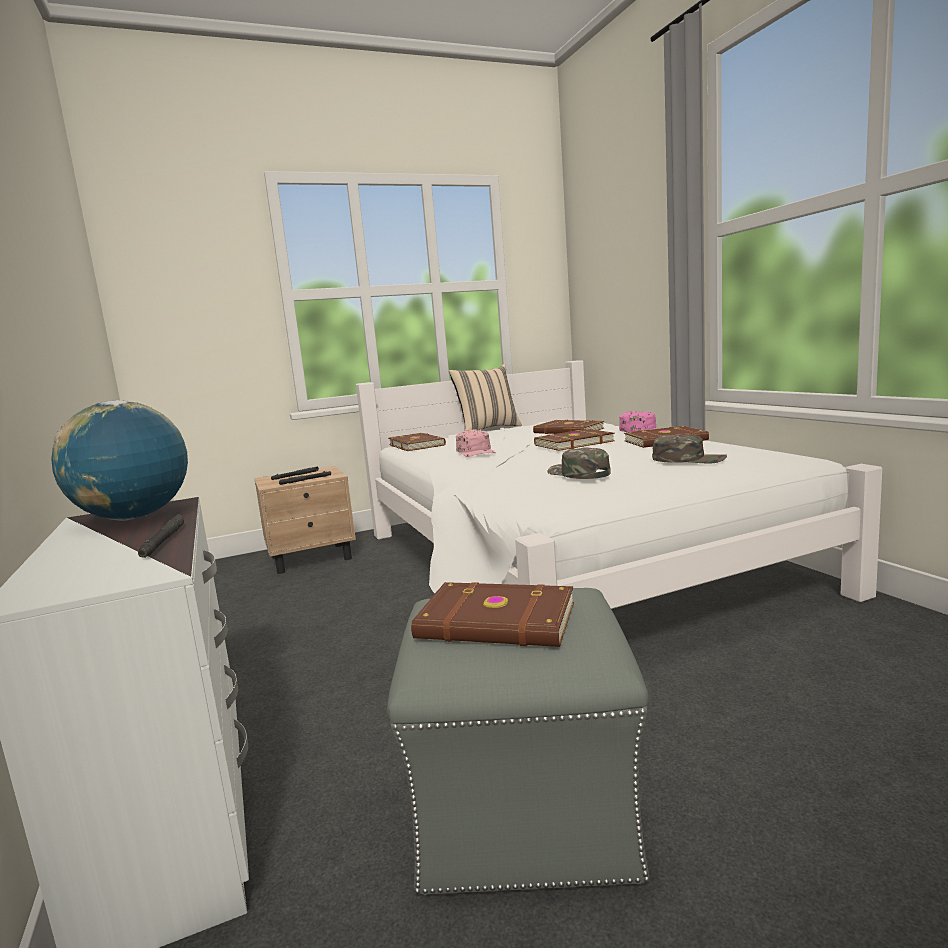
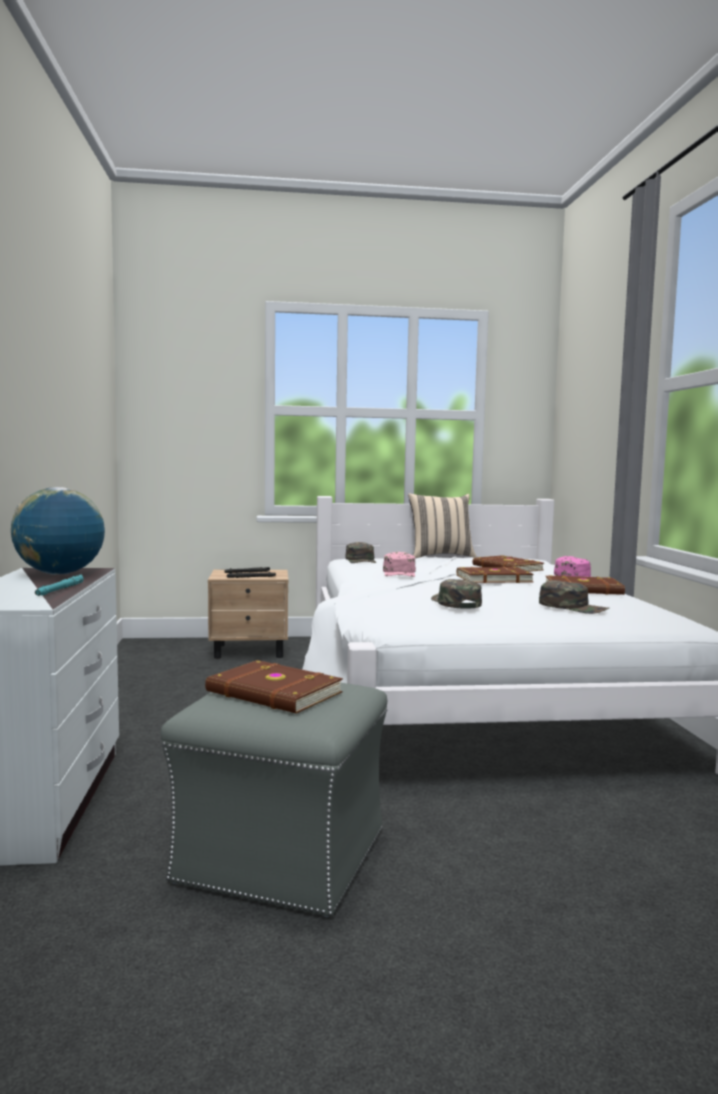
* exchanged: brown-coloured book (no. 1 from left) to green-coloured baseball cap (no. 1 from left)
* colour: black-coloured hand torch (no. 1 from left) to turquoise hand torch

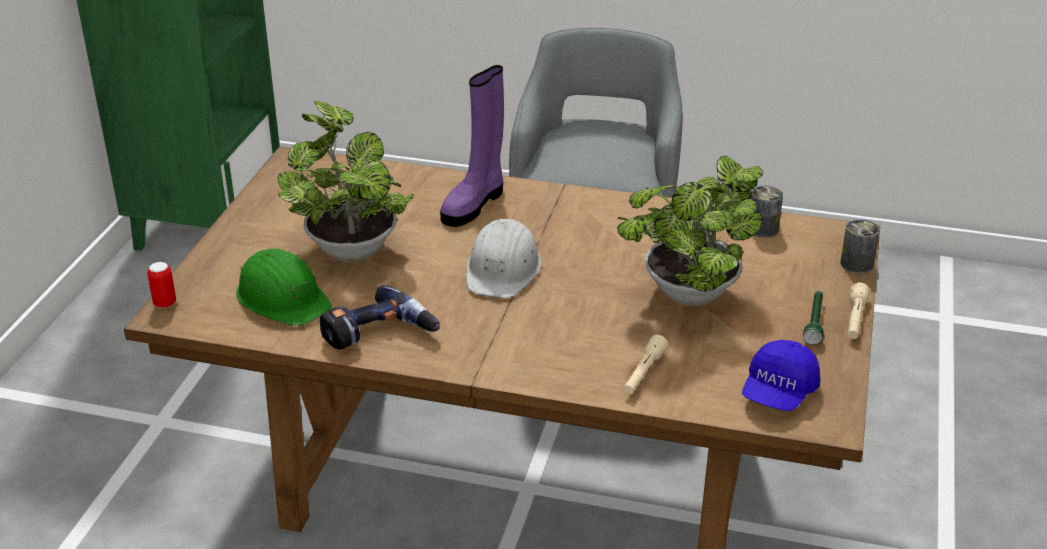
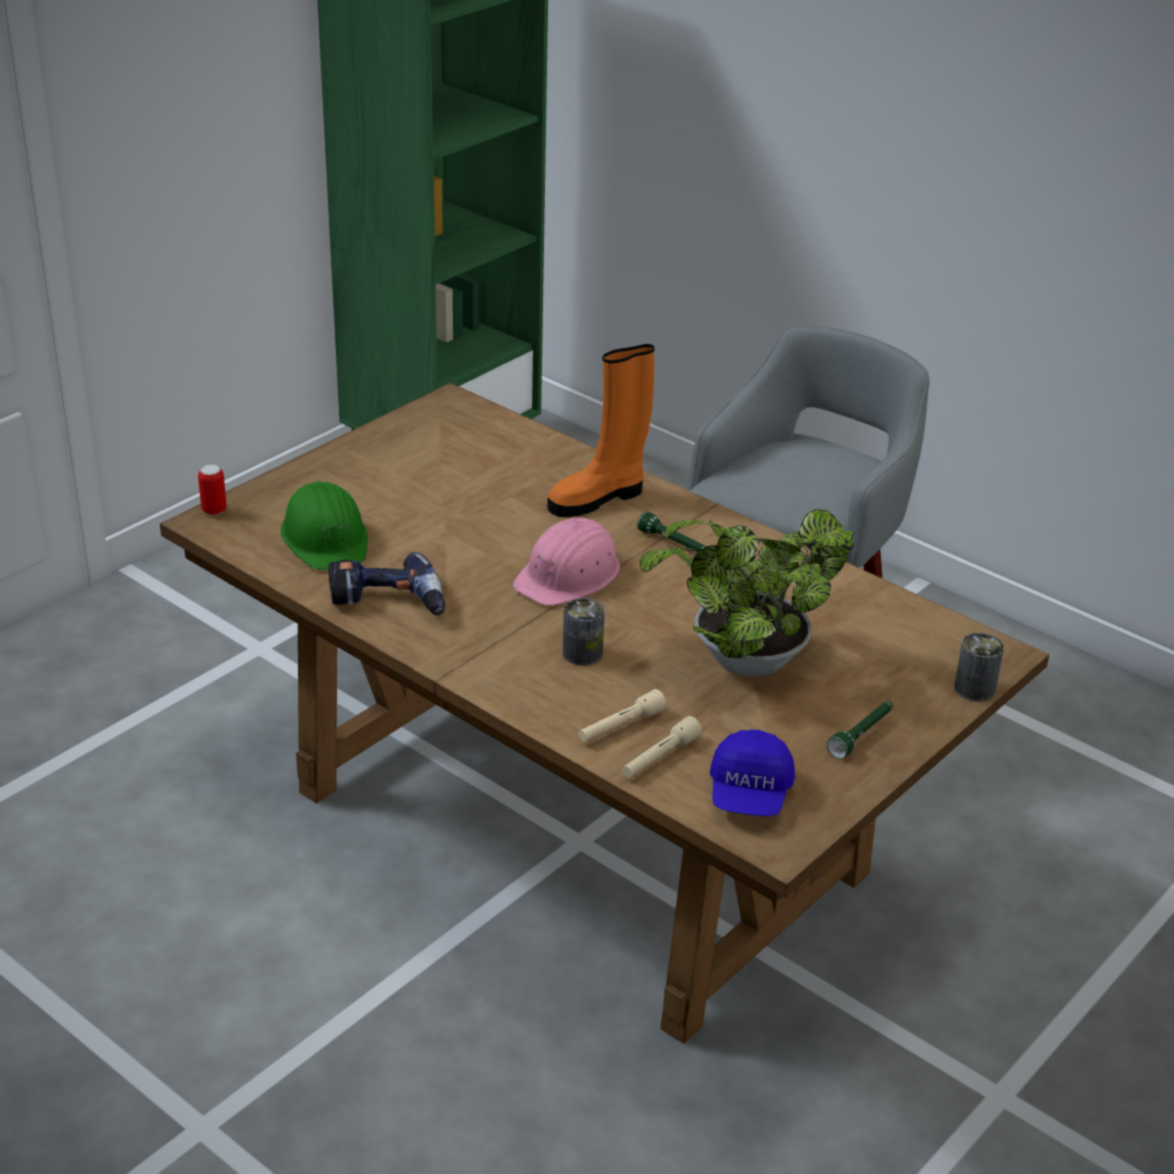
* missing: houseplant (no. 1 from left)
* appeared: green-coloured hand torch (no. 1 from left)
* relocated: metal can (no. 2 from left)
* relocated: beige-coloured hand torch (no. 2 from left)
* colour: purple tall boot to orangey tall boot
* colour: whitish safety helmet to pink-coloured safety helmet
* spun: blue baseball cap 45 degrees counterclockwise

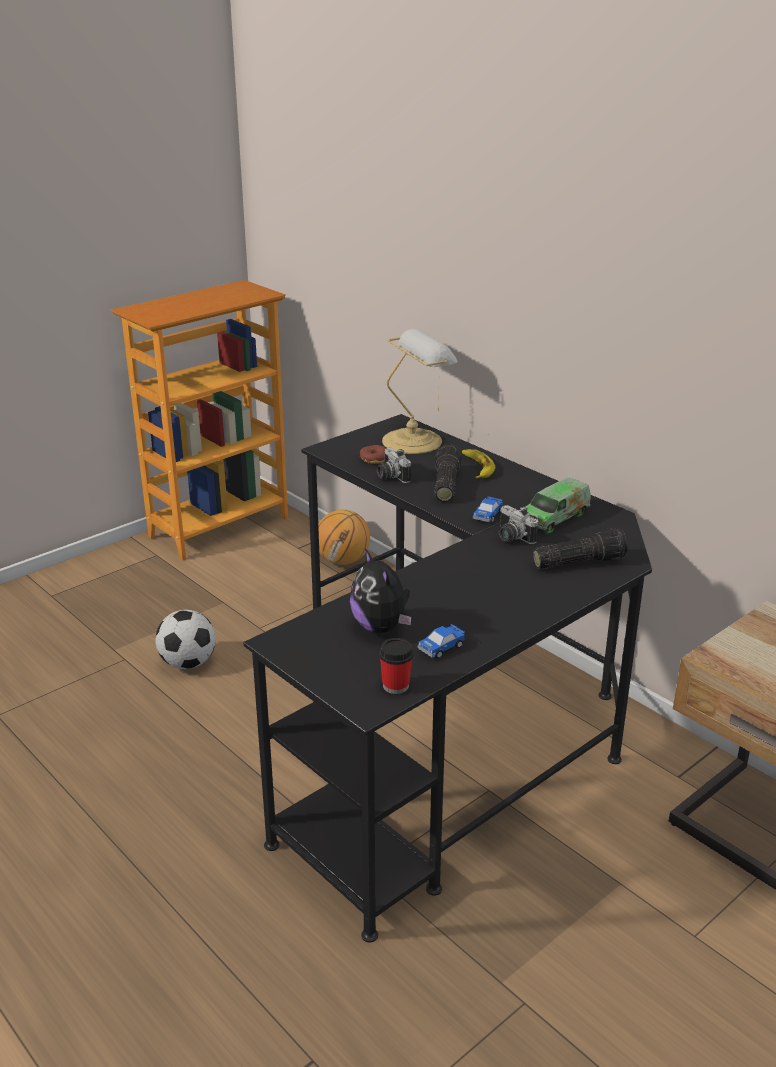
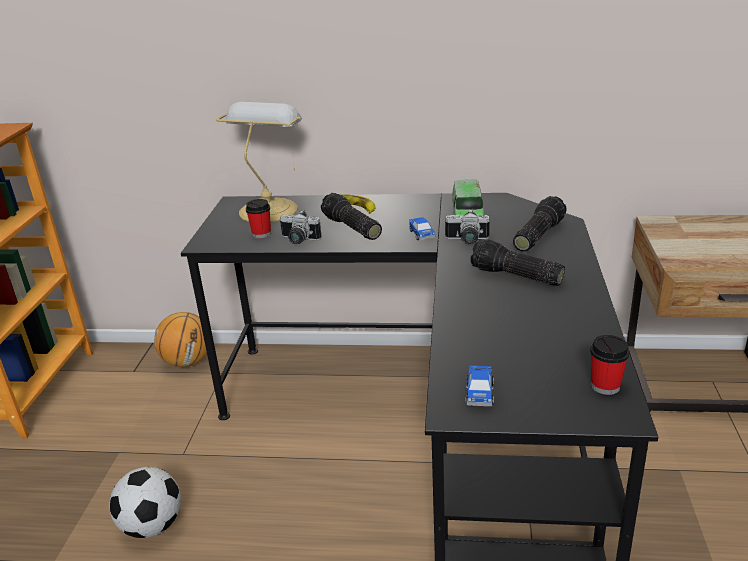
* missing: soft toy
* appeared: hand torch (no. 2 from left)
* relocated: toy car (no. 1 from left in the first image) to toy car (no. 2 from left)
* exchanged: ring doughnut to drinking cup (no. 1 from left)

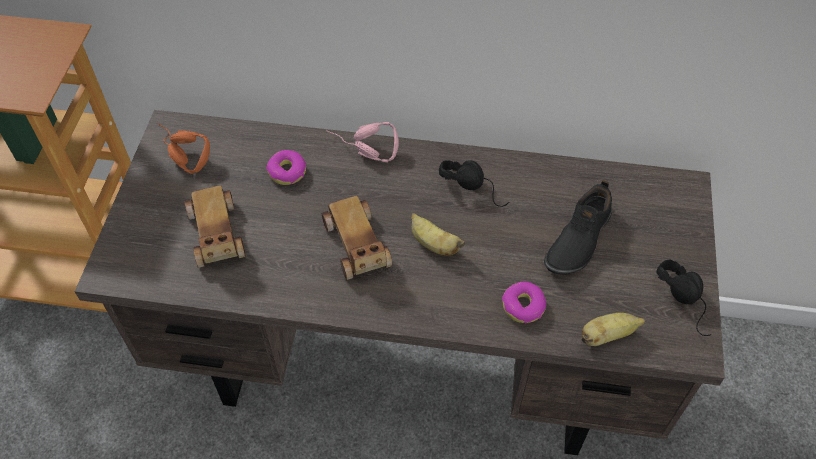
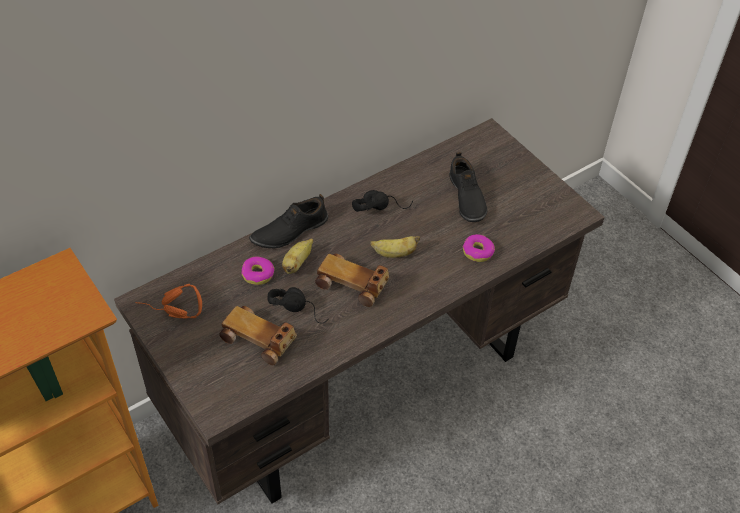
* relocated: banana (no. 2 from left in the first image) to banana (no. 1 from left)
* relocated: black-coloured headphones (no. 2 from left in the first image) to black-coloured headphones (no. 1 from left)
* exchanged: pink-coloured headphones to black-coloured shoe (no. 1 from left)

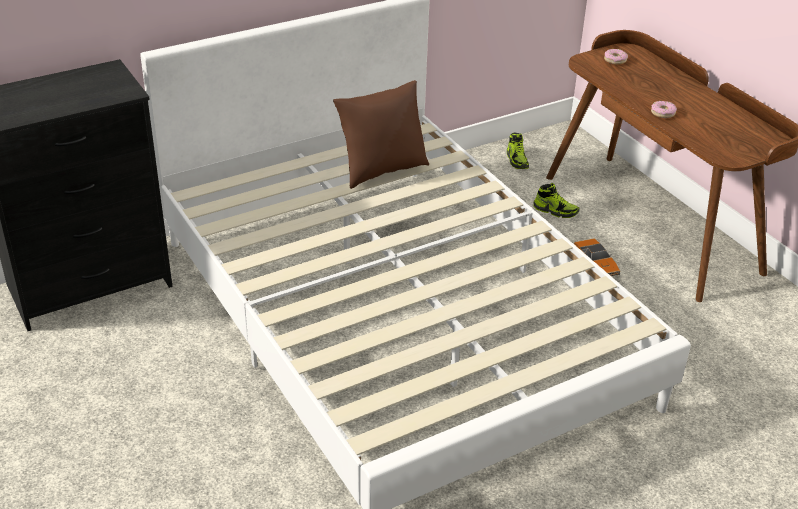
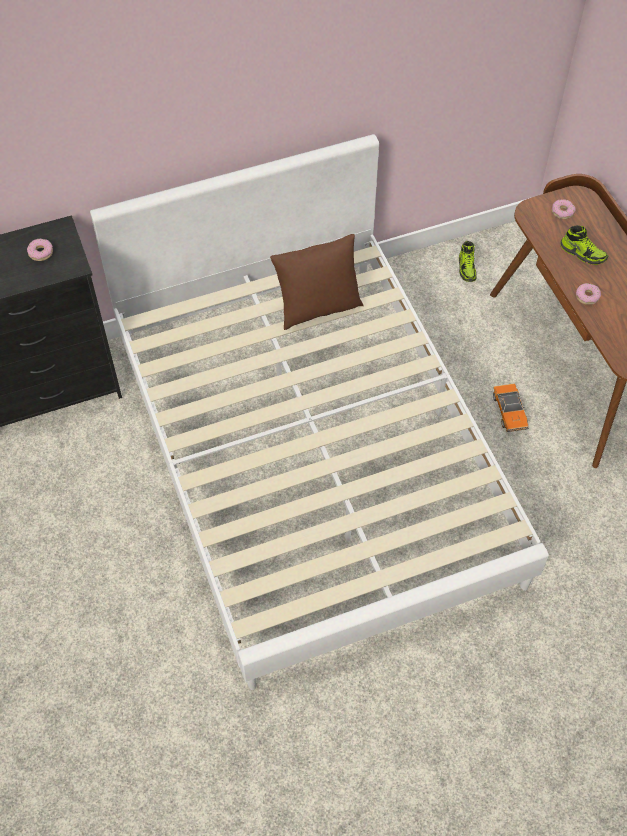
* appeared: ring doughnut (no. 1 from left)
* relocated: shoe (no. 2 from left)

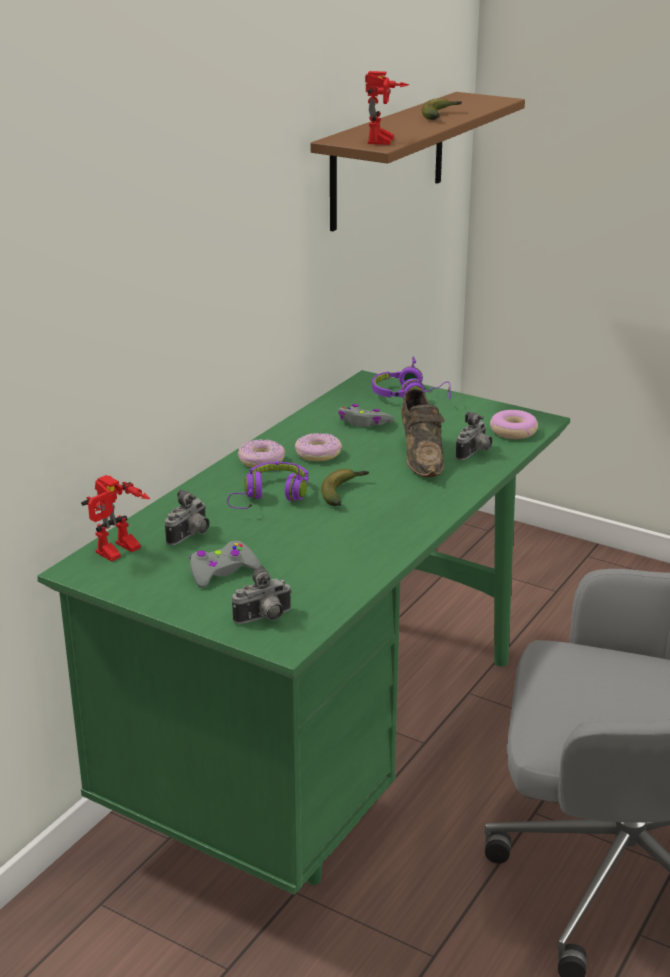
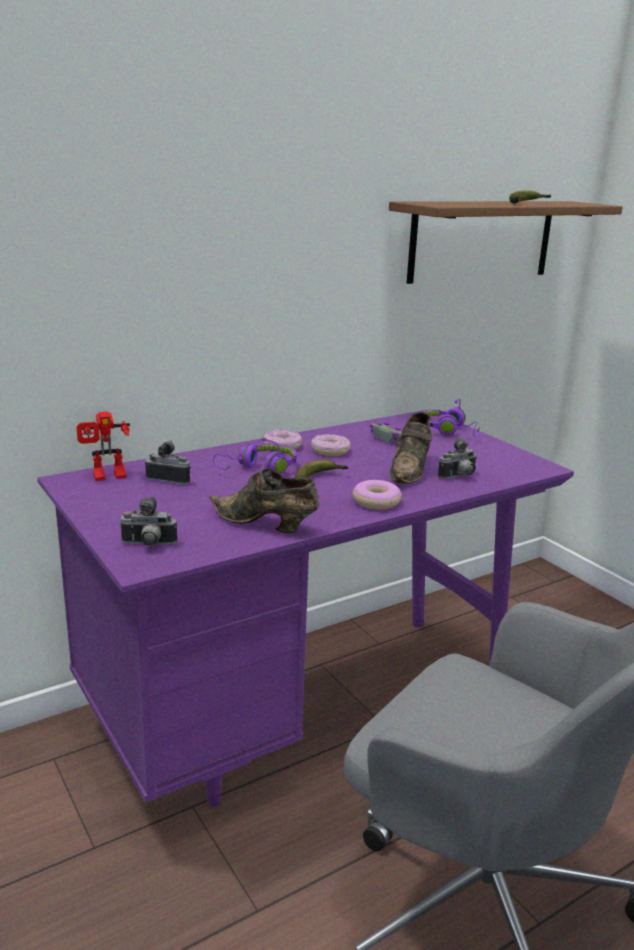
* missing: grey gamepad (no. 1 from left)
* missing: robot figure (no. 2 from left)
* appeared: brown-coloured shoe (no. 1 from left)
* relocated: ring doughnut (no. 3 from left)
* colour: green-coloured desk to purple desk
* spun: photo camera (no. 1 from left in the first image) 135 degrees counterclockwise

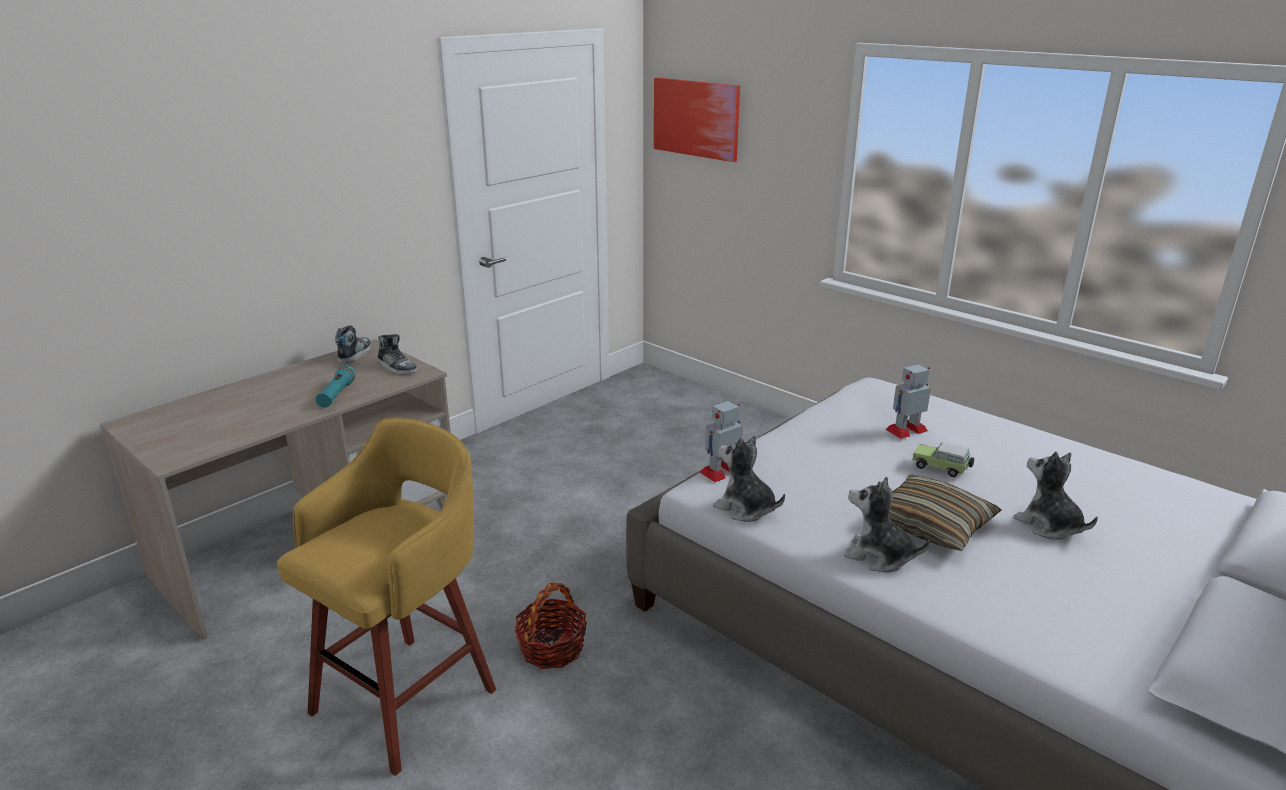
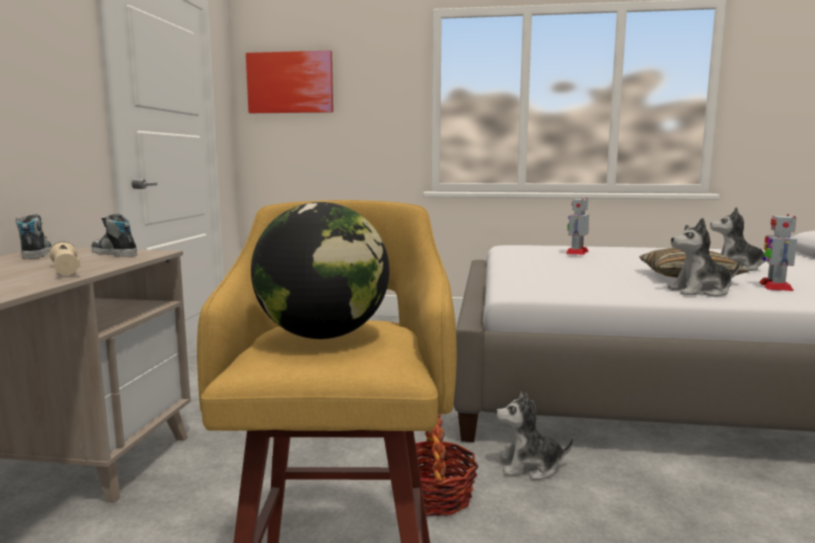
* missing: toy car
* appeared: desk globe
* relocated: robot figure (no. 1 from left in the first image) to robot figure (no. 2 from left)
* relocated: soft toy (no. 1 from left)
* colour: turquoise hand torch to beige-coloured hand torch
* spun: shoe (no. 2 from left) 150 degrees counterclockwise

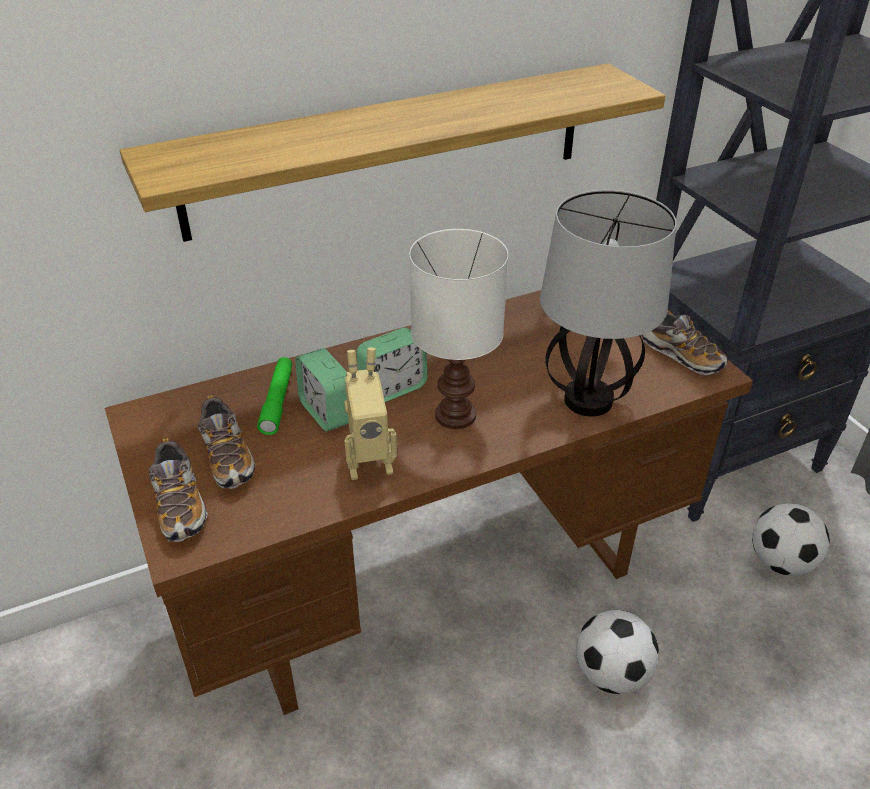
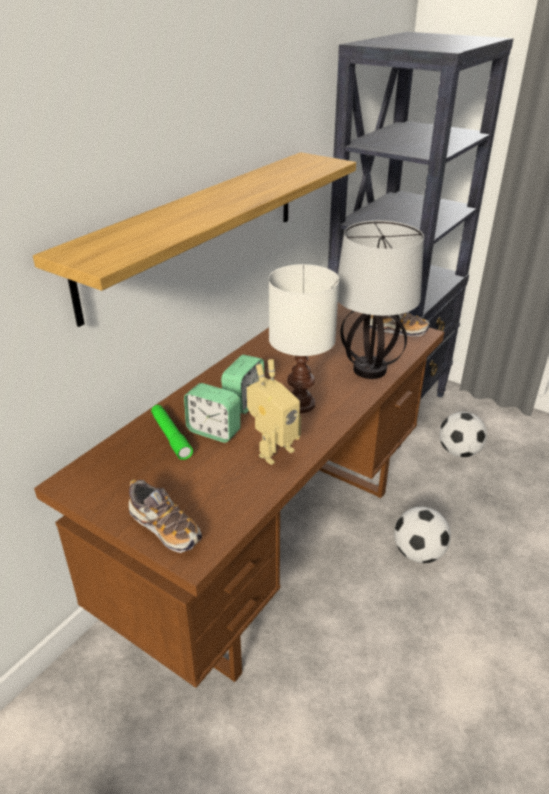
* missing: shoe (no. 2 from left)

